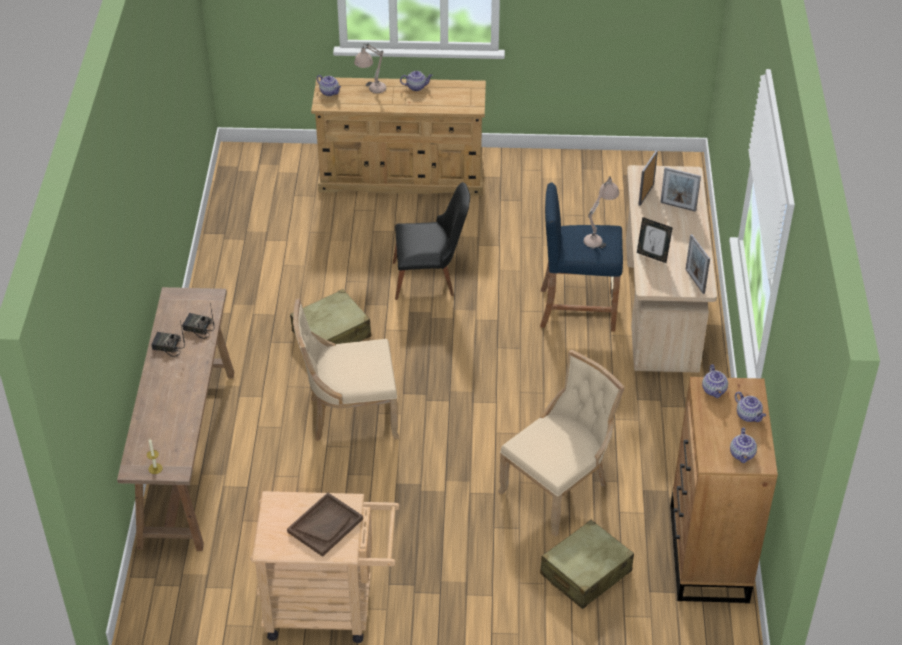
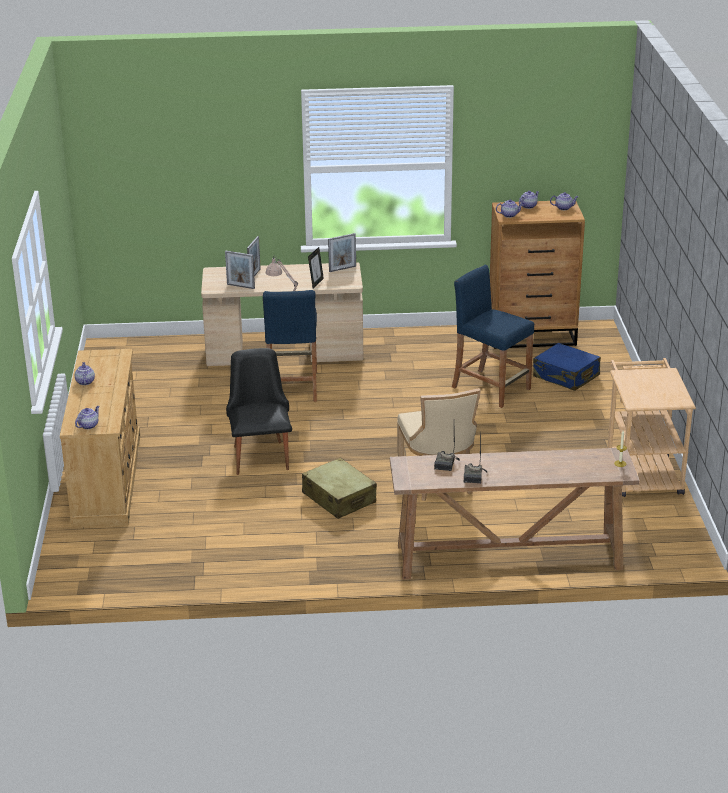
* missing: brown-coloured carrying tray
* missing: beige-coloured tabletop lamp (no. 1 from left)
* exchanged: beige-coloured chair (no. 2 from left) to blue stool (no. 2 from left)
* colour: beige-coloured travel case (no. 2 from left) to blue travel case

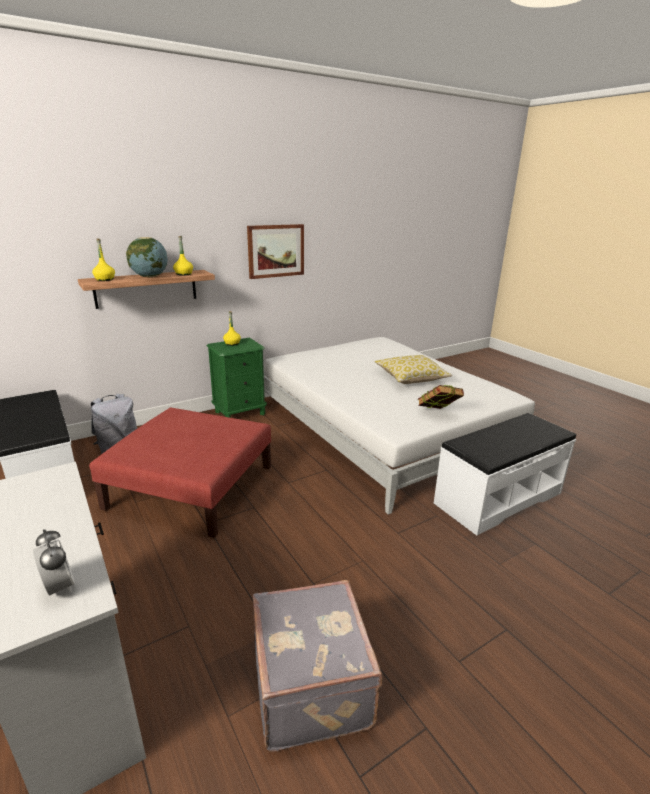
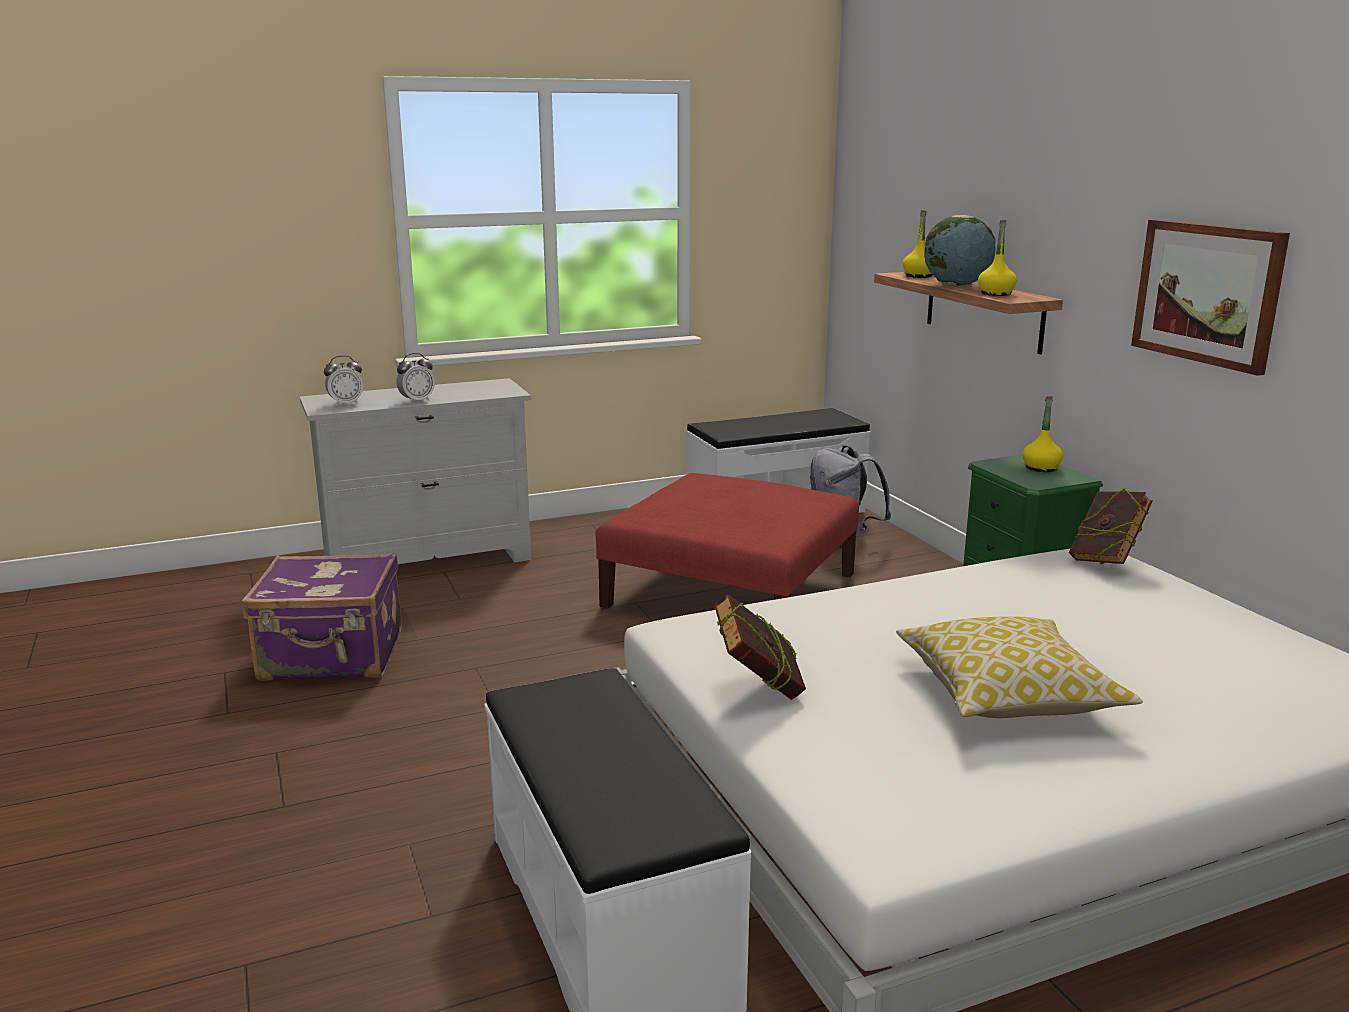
* appeared: bedside clock (no. 2 from left)
* appeared: book (no. 2 from left)
* colour: grey travel case to purple travel case

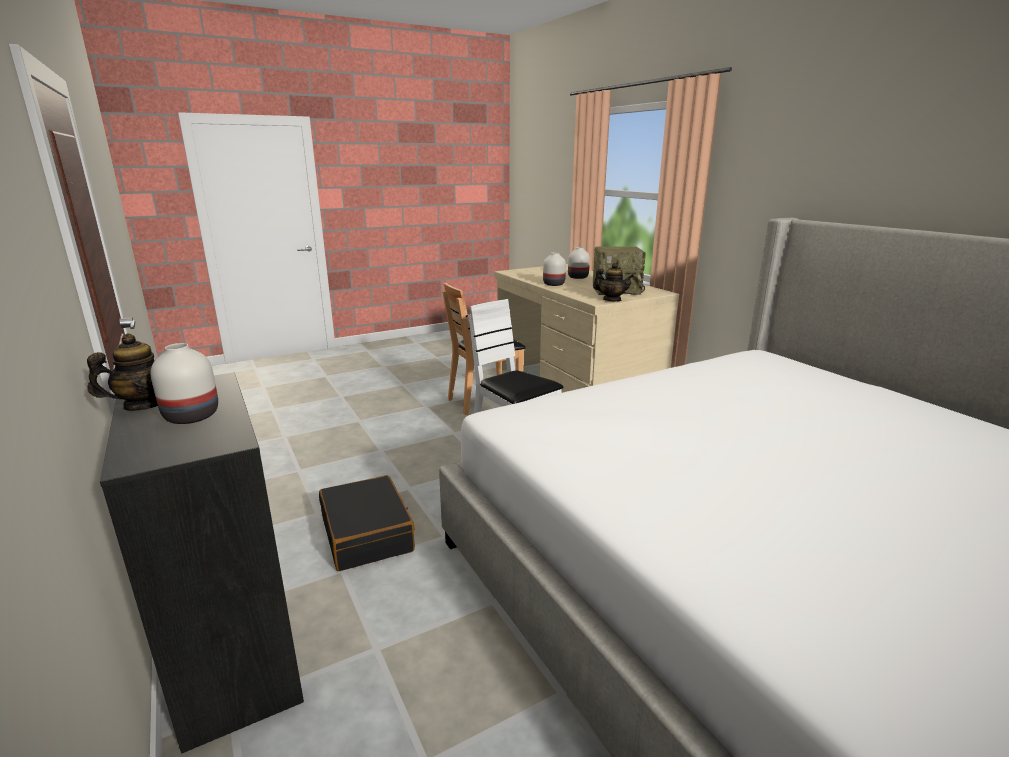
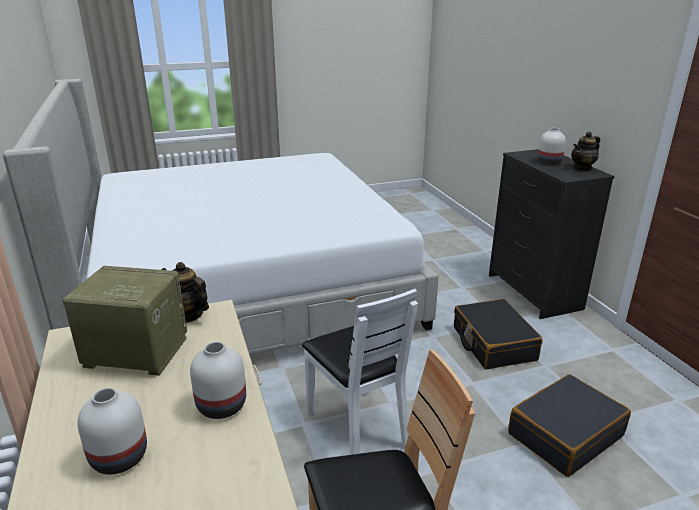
* appeared: black-coloured travel case (no. 2 from left)

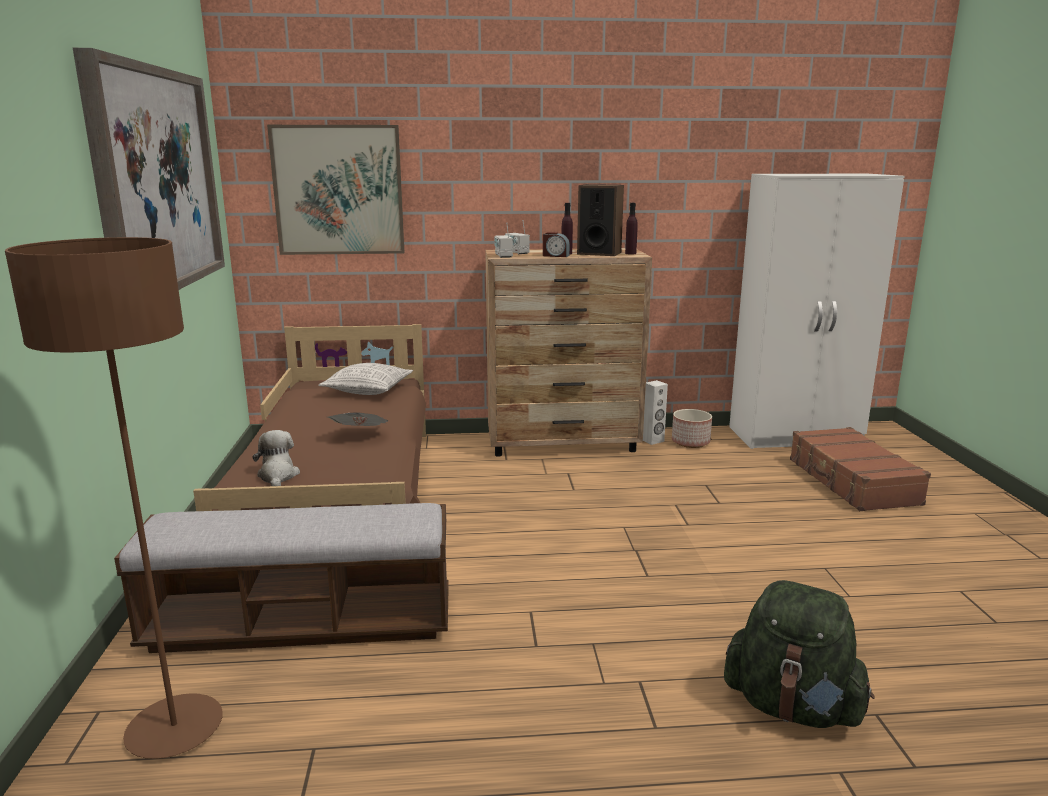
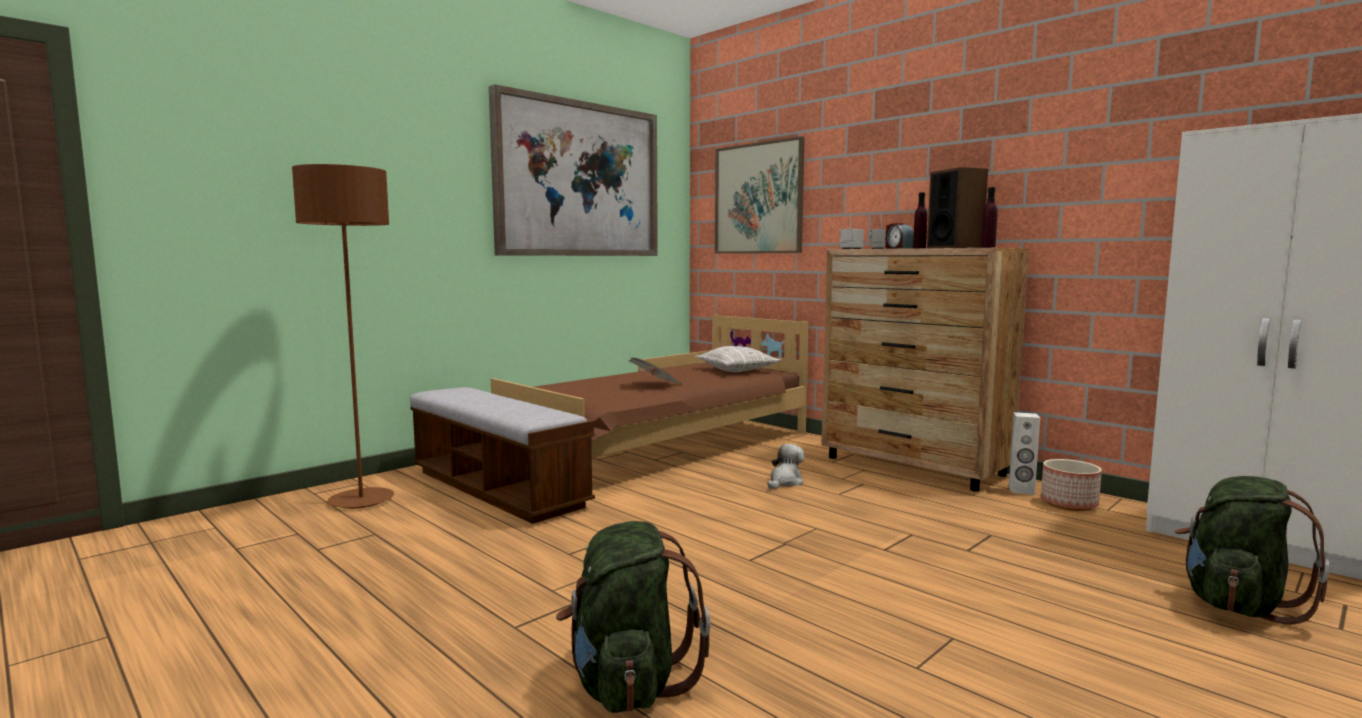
* relocated: soft toy
* exchanged: brown-coloured travel case to green-coloured rucksack (no. 2 from left)

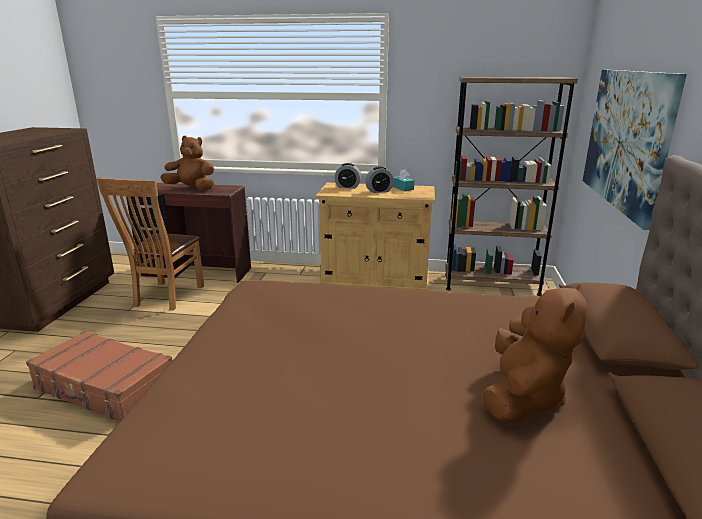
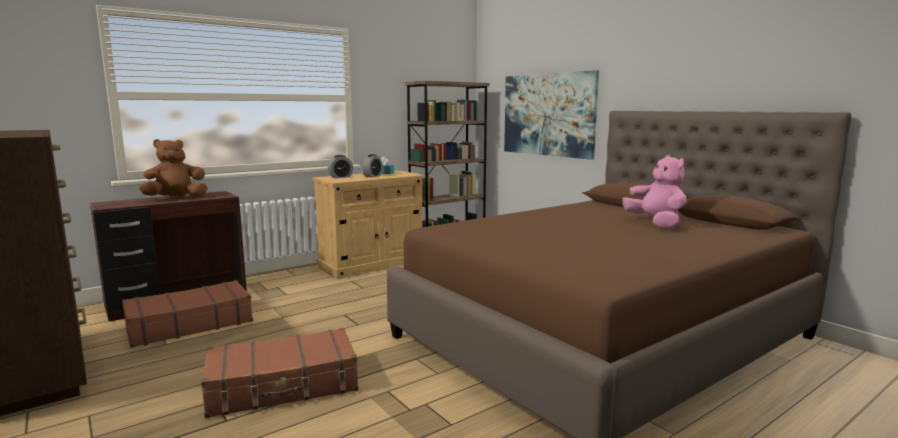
* exchanged: brown-coloured chair to brown-coloured travel case (no. 1 from left)
* colour: brown-coloured soft toy (no. 2 from left) to pink-coloured soft toy

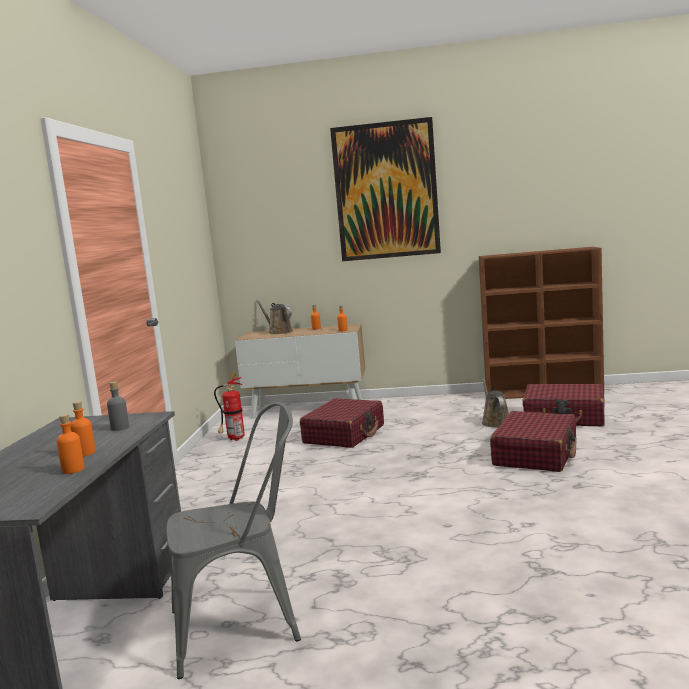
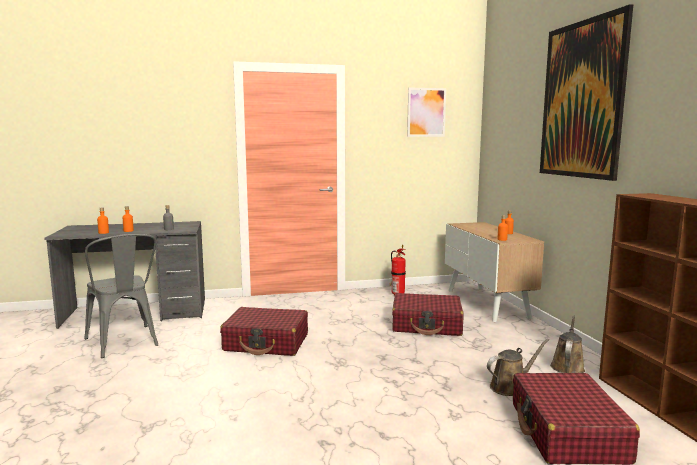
* appeared: wall picture (no. 1 from left)
* relocated: brown-coloured watering can (no. 1 from left in the first image) to brown-coloured watering can (no. 2 from left)
* relocated: red-coloured travel case (no. 2 from left in the first image) to red-coloured travel case (no. 1 from left)

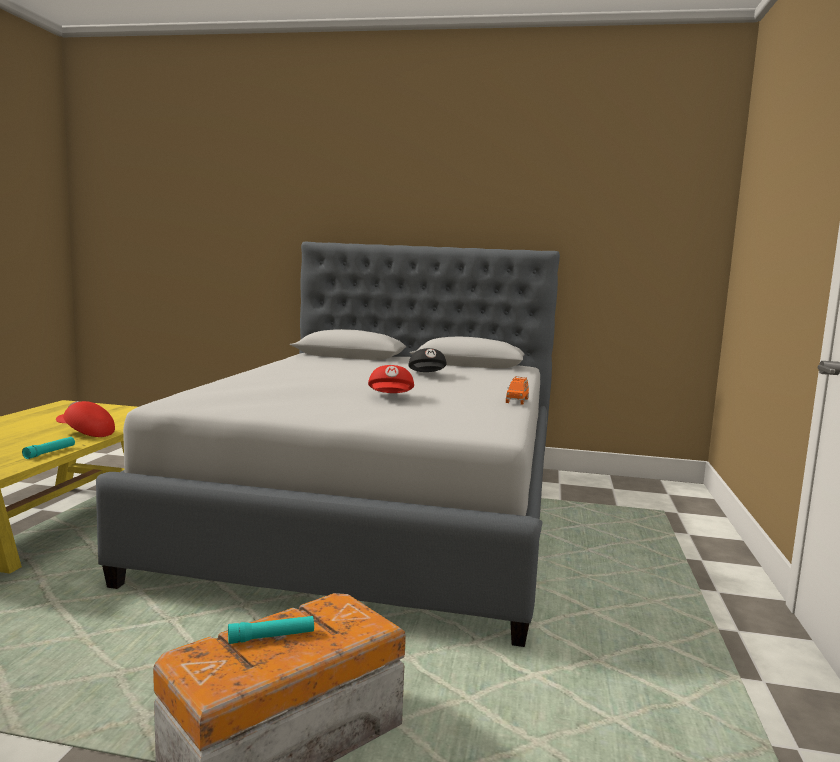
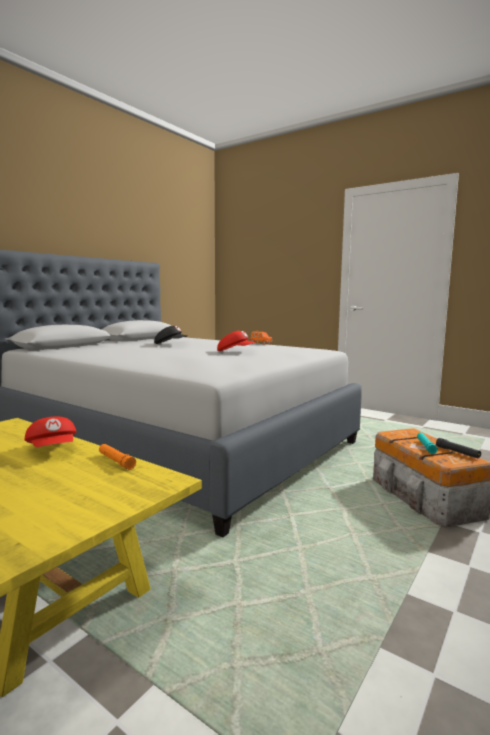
* appeared: black-coloured hand torch
* colour: turquoise hand torch (no. 1 from left) to orangey hand torch
* spun: red-coloured baseball cap (no. 1 from left) 75 degrees counterclockwise

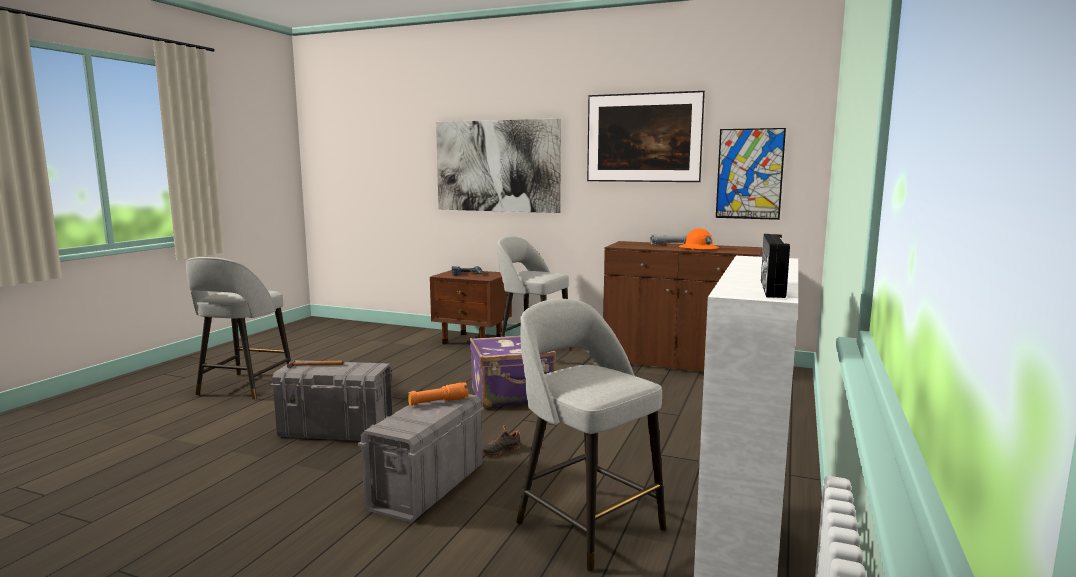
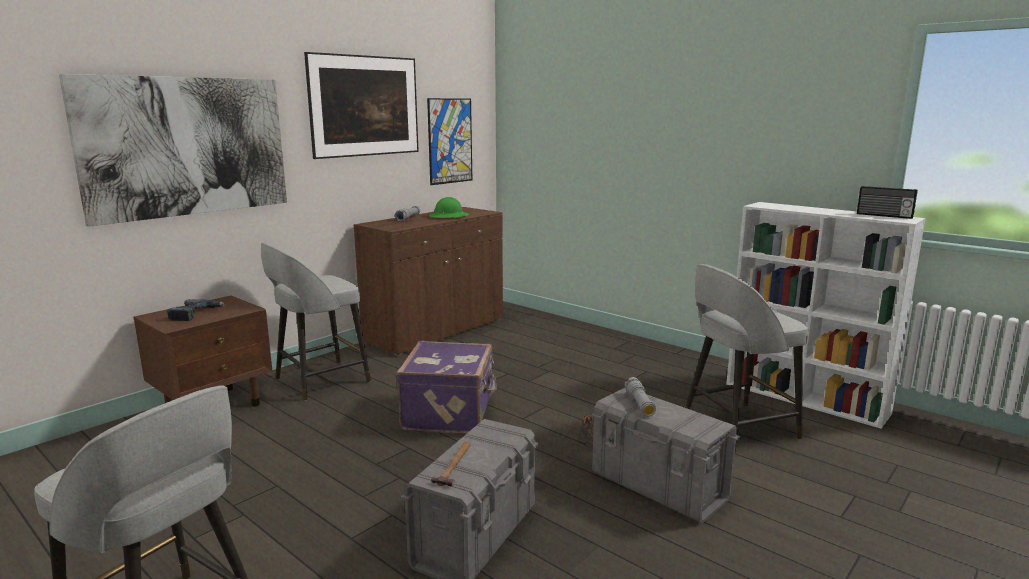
* colour: orangey hand torch to grey hand torch (no. 2 from left)
* colour: orangey safety helmet to green-coloured safety helmet

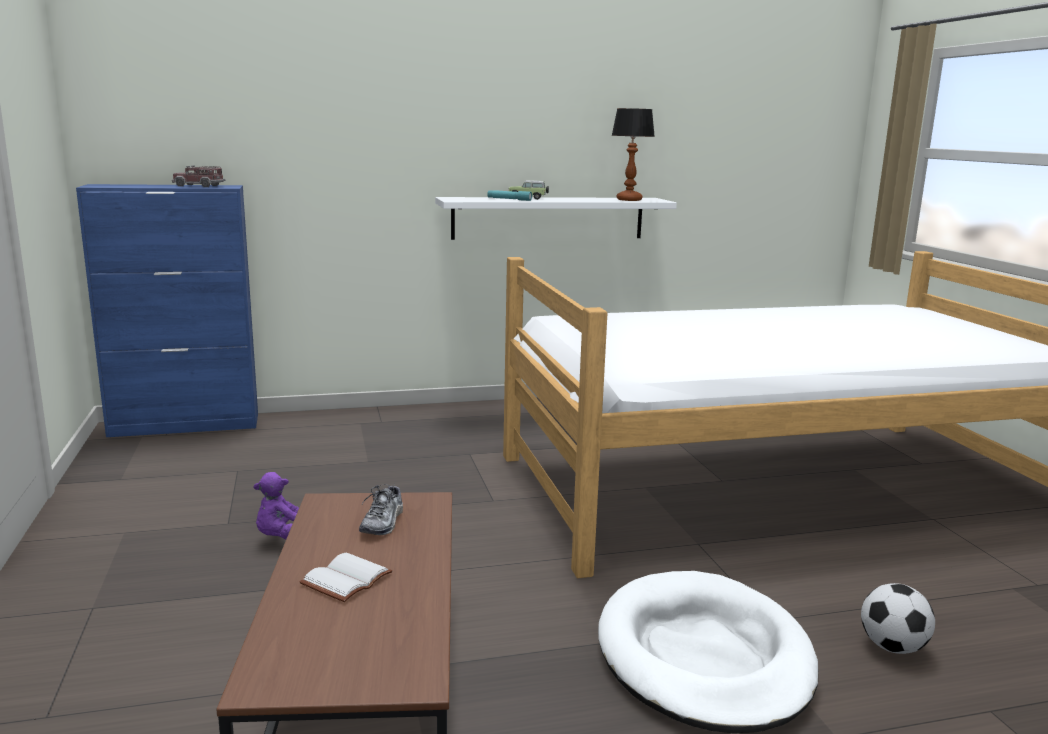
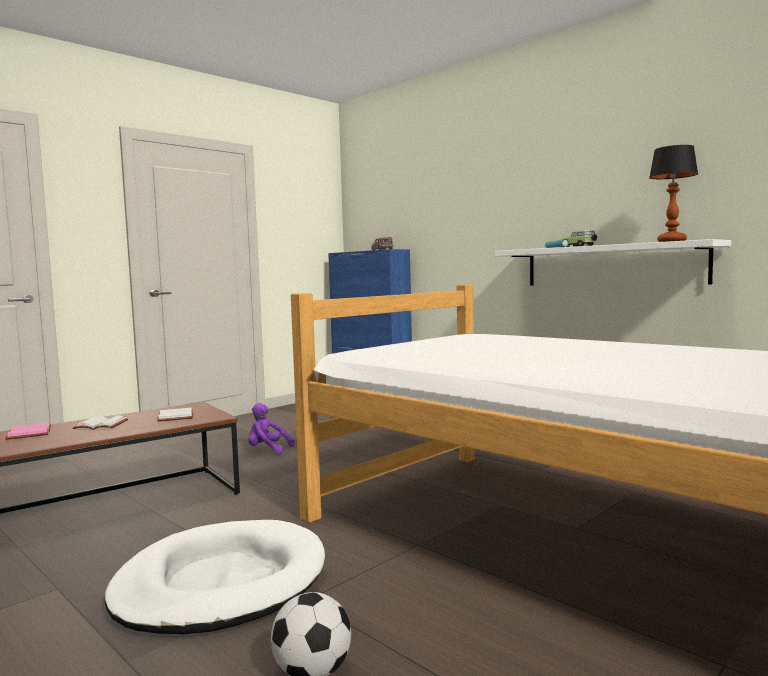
* appeared: pink-coloured book
* exchanged: shoe to whitish book (no. 2 from left)

